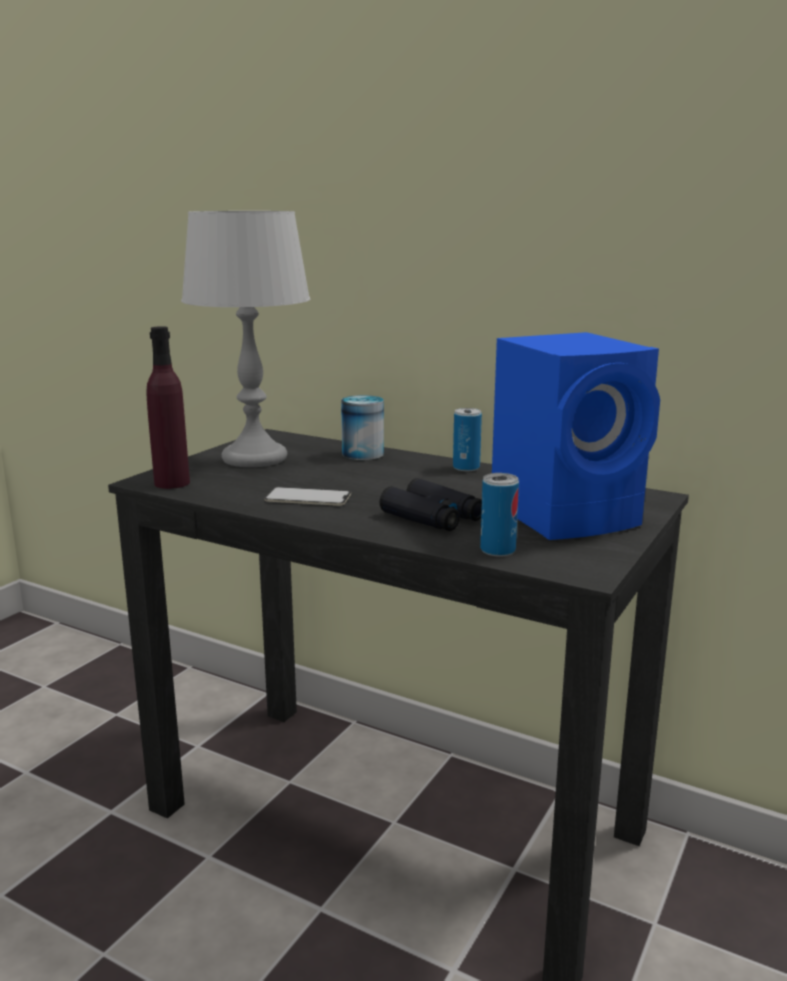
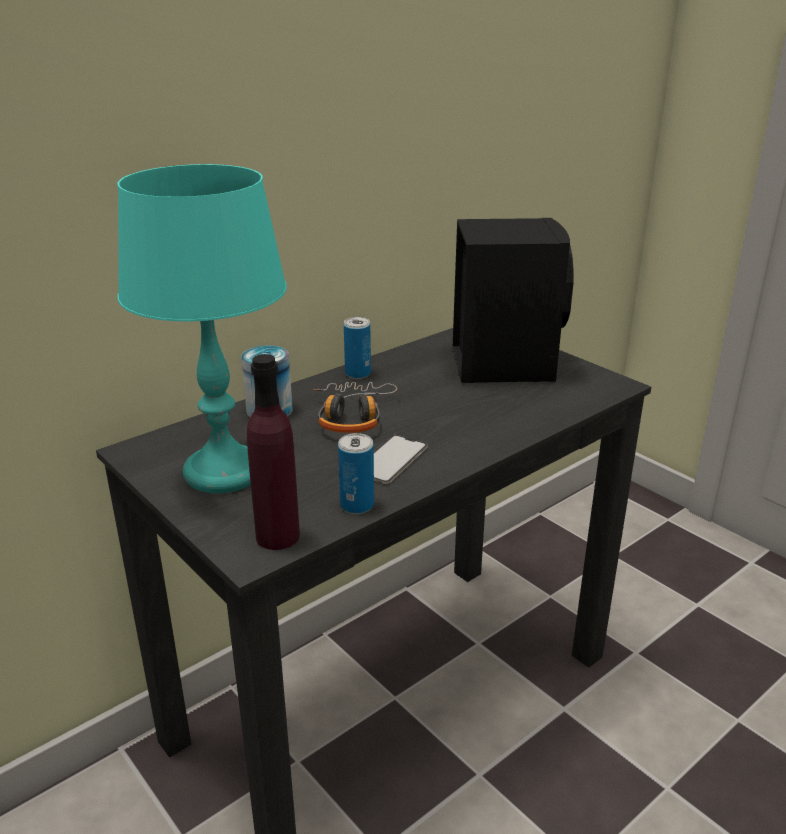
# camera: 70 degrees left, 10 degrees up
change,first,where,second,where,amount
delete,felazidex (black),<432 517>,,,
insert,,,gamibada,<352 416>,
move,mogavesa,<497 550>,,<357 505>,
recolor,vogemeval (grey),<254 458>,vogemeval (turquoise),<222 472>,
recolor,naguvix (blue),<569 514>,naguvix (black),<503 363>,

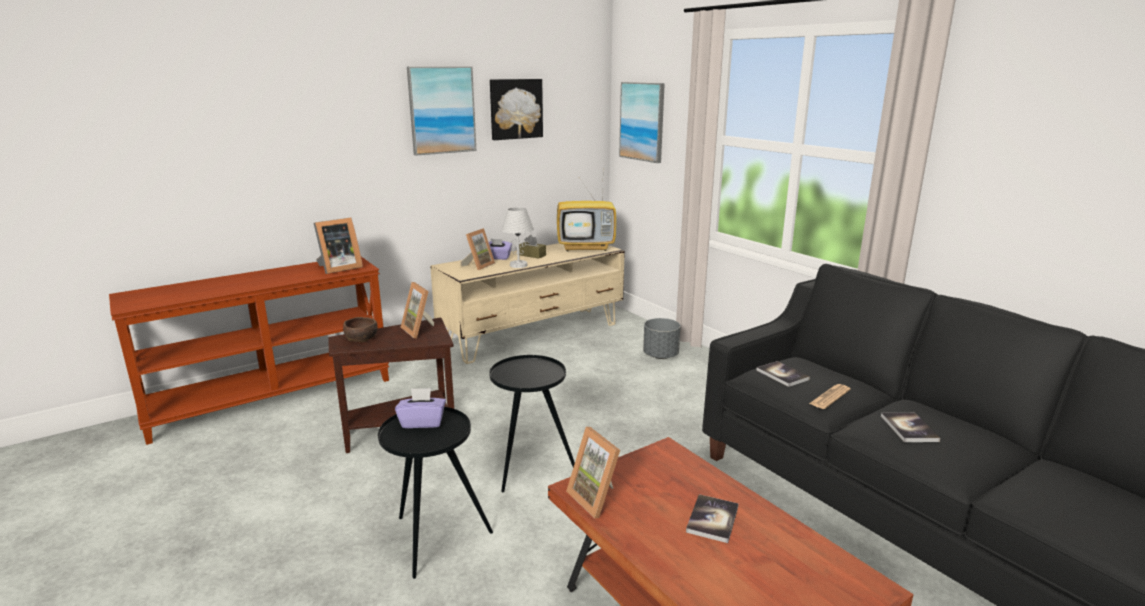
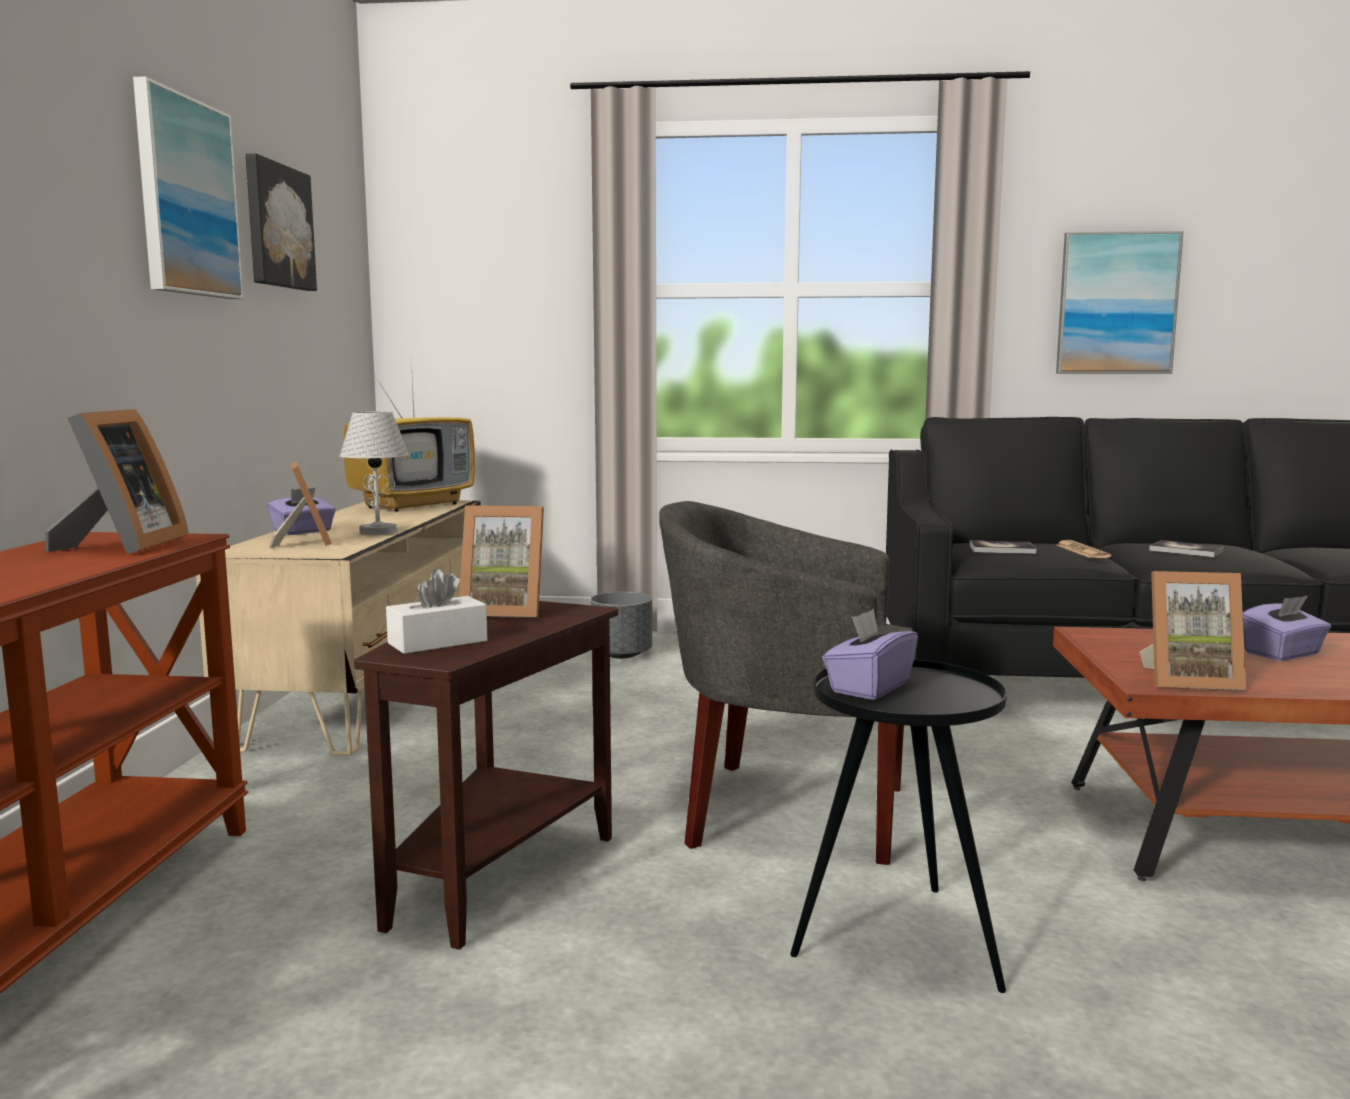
# camera: 50 degrees left, 10 degrees down
change,first,where,second,where,amount
delete,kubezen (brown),<532 255>,,,
move,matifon,<642 121>,,<1116 304>,
replace,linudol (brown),<362 338>,kubezen (white),<437 642>,
replace,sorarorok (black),<530 467>,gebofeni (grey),<786 811>,
replace,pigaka,<712 519>,kubezen (purple),<1282 654>,

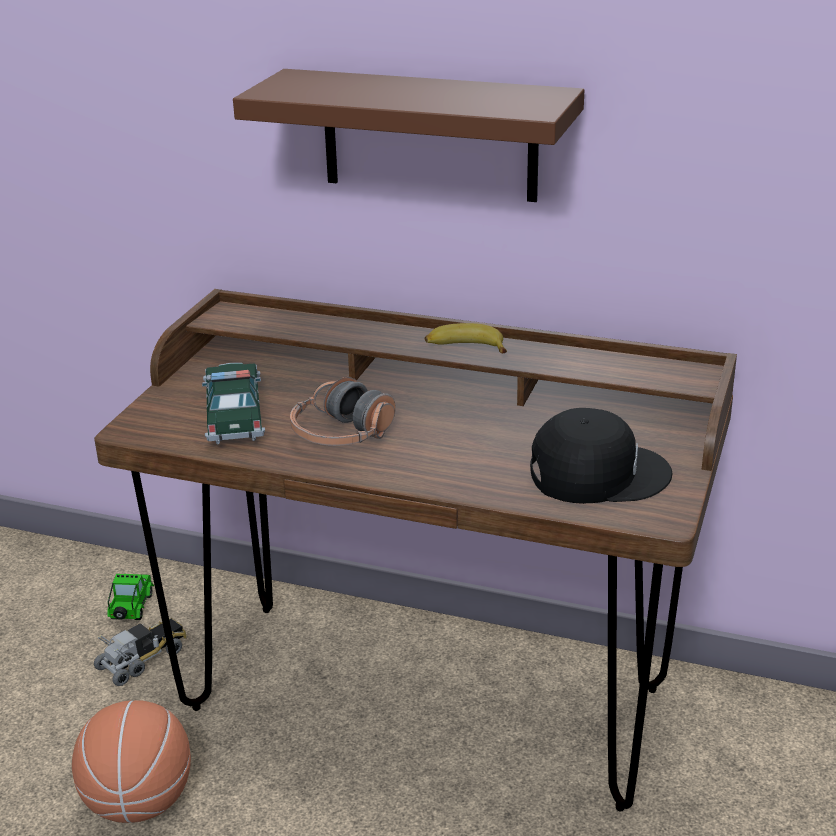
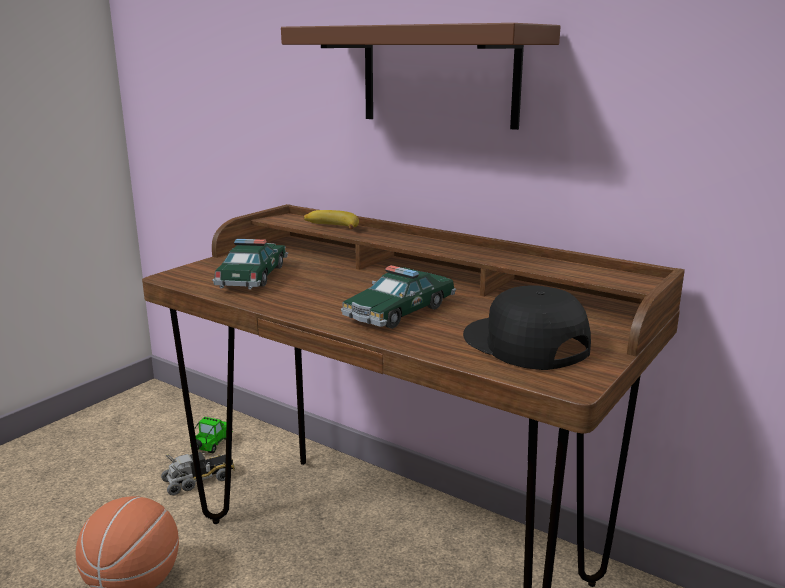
# camera: 15 degrees right, 10 degrees down
change,first,where,second,where,amount
delete,gamibada,<342 435>,,,
insert,,,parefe,<400 312>,
move,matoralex,<465 347>,,<331 226>,
rotate,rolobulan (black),<597 473>,,<523 344>,135 degrees counterclockwise

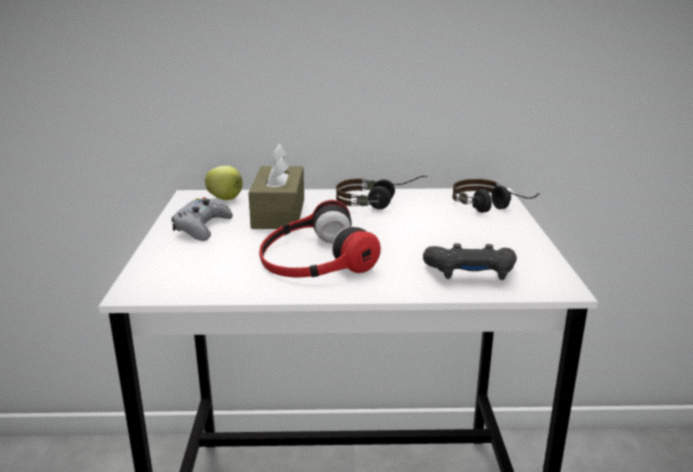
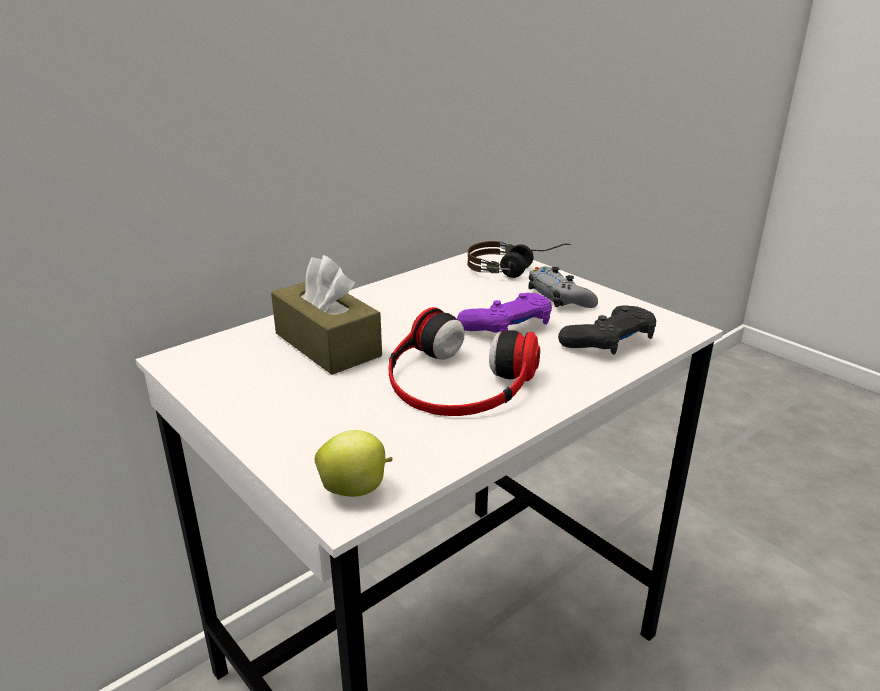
# camera: 40 degrees left, 5 degrees up
change,first,where,second,where,amount
delete,gamibada,<380 203>,,,
insert,,,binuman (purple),<507 327>,
move,binuman (grey),<202 227>,,<559 297>,
move,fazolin,<226 199>,,<355 490>,

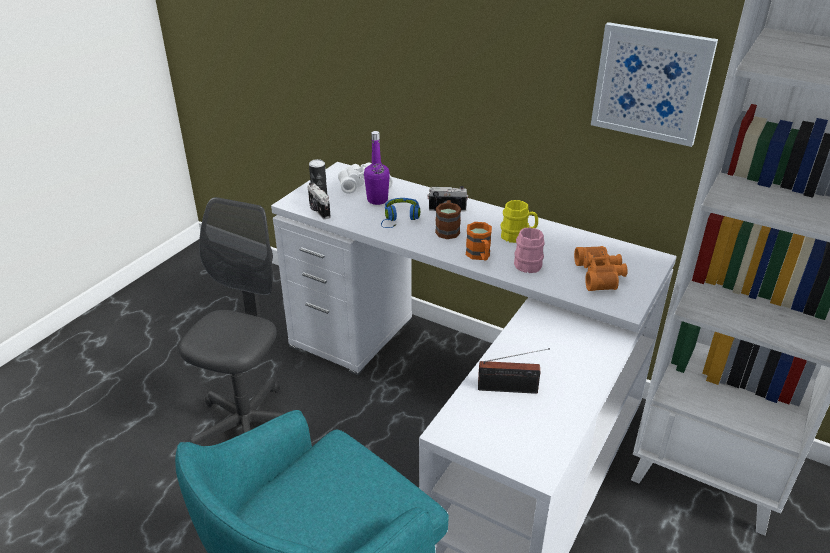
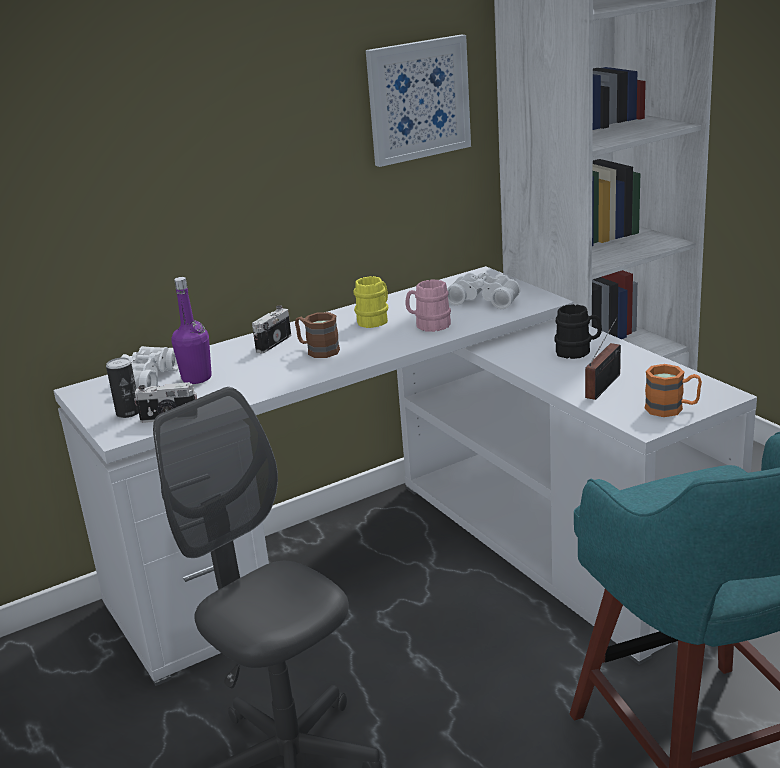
# camera: 60 degrees left, 10 degrees down
change,first,where,second,where,amount
delete,gamibada (blue),<400 218>,,,
insert,,,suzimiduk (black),<578 351>,
move,suzimiduk (orange),<479 256>,,<672 409>,
recolor,felazidex (orange),<601 275>,felazidex (white),<485 299>,

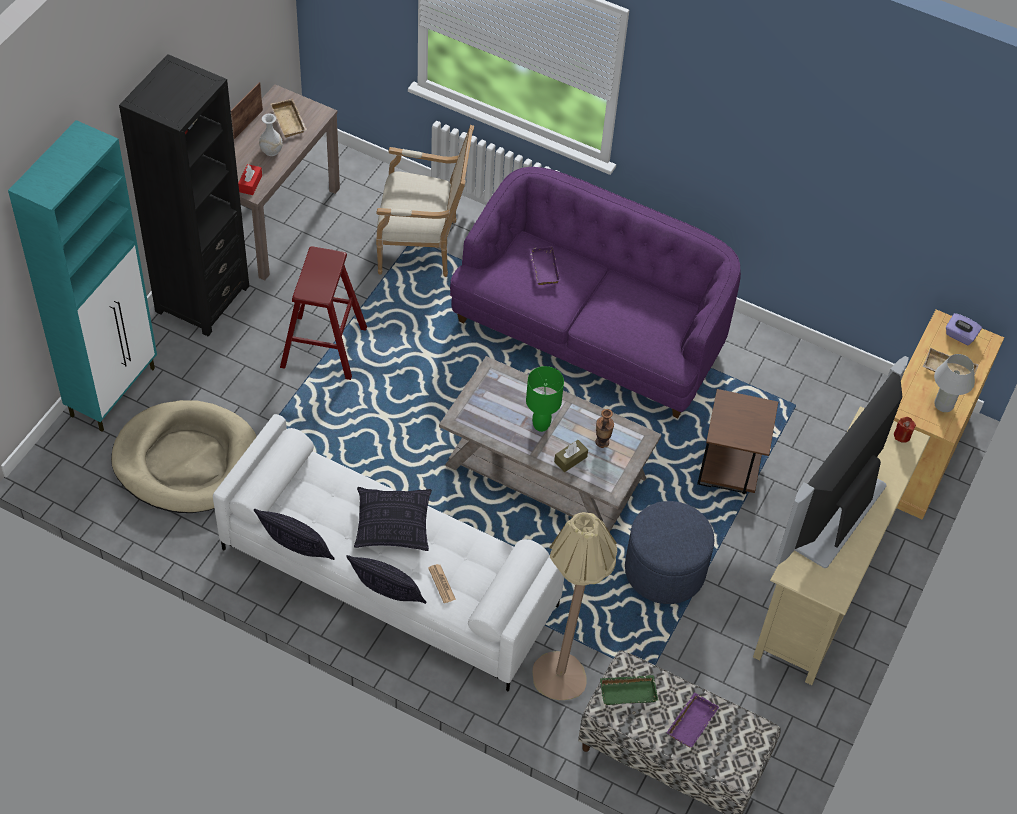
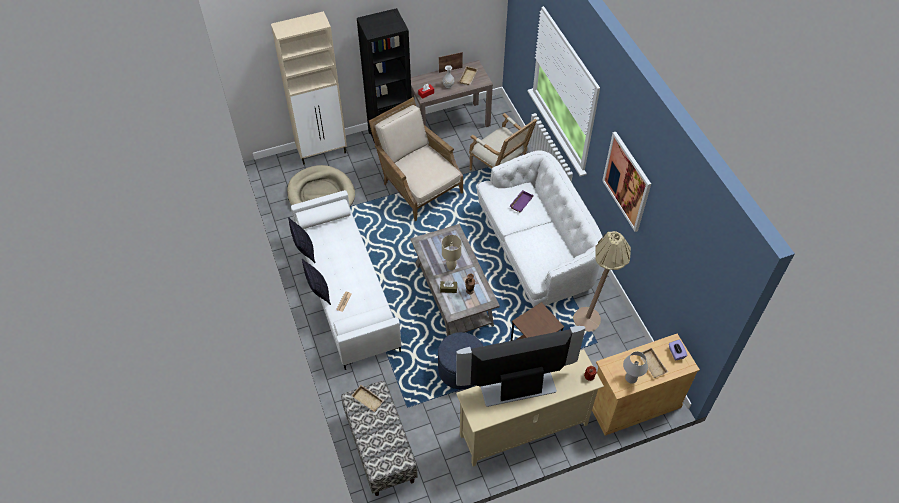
# camera: 45 degrees right, 0 degrees up
change,first,where,second,where,amount
delete,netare,<392 525>,,,
delete,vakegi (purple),<691 721>,,,
insert,,,matifon,<627 181>,
move,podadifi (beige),<566 666>,,<593 317>,
replace,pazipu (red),<324 347>,gebofeni (beige),<417 185>,
recolor,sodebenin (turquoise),<114 391>,sodebenin (beige),<323 152>,
recolor,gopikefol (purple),<591 331>,gopikefol (white),<536 249>,
recolor,vogemeval (green),<541 425>,vogemeval (beige),<451 267>,
recolor,vakegi (green),<628 691>,vakegi (beige),<368 399>,

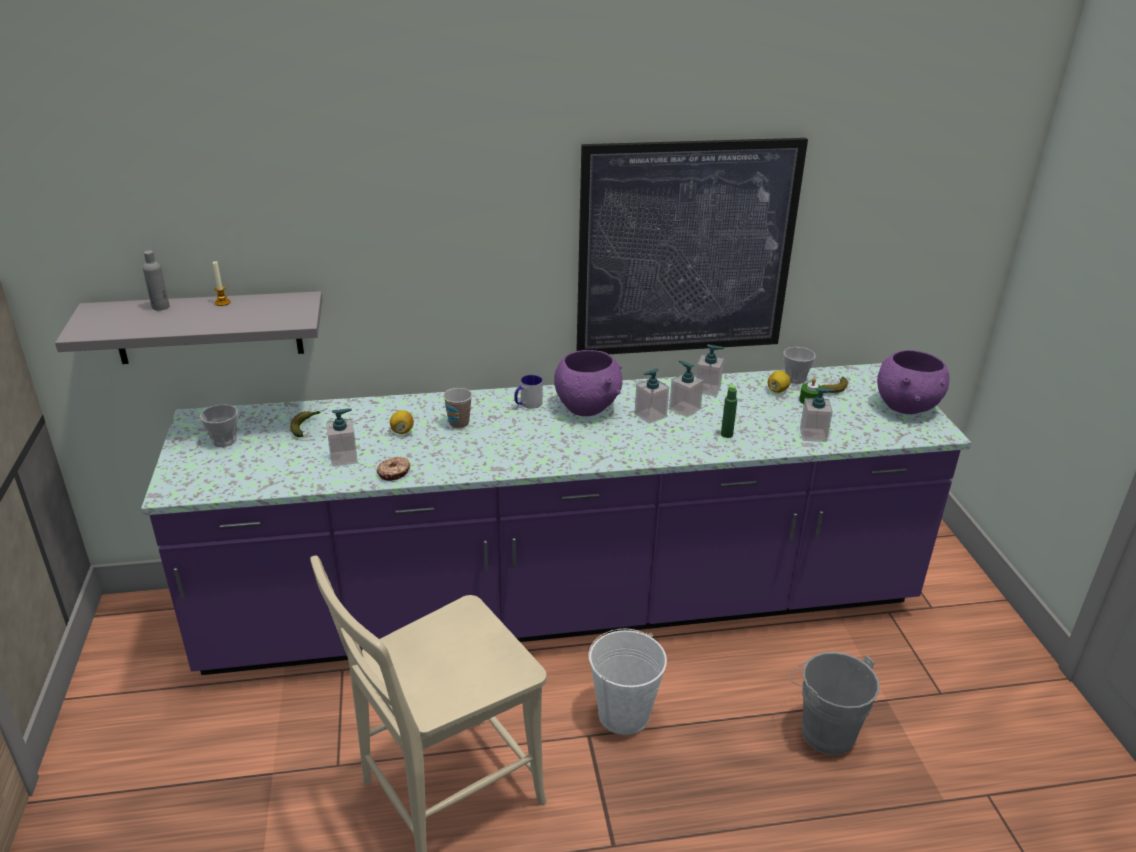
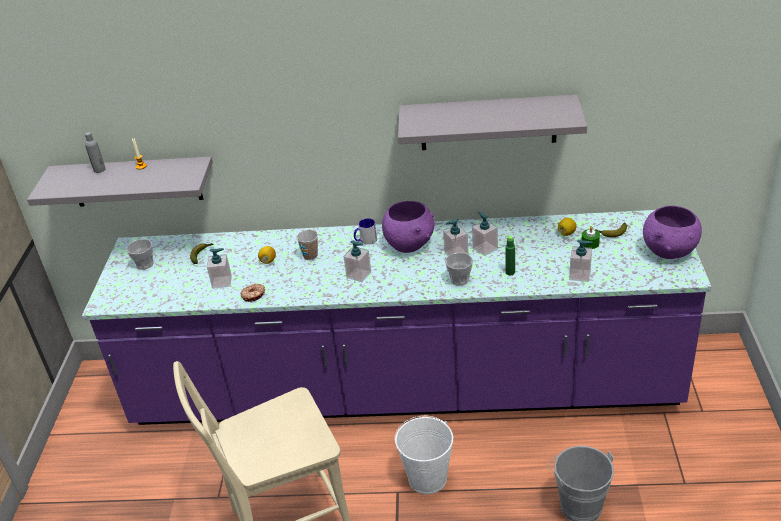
# camera: 15 degrees right, 5 degrees up
change,first,where,second,where,amount
move,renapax,<707 389>,,<359 275>,
move,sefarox,<795 378>,,<459 280>,
replace,matifon,<686 250>,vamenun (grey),<488 123>,

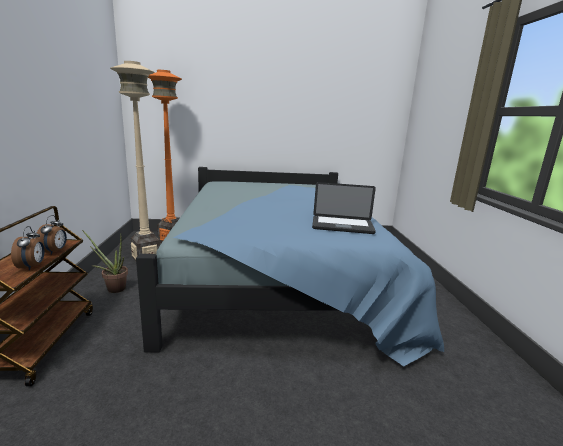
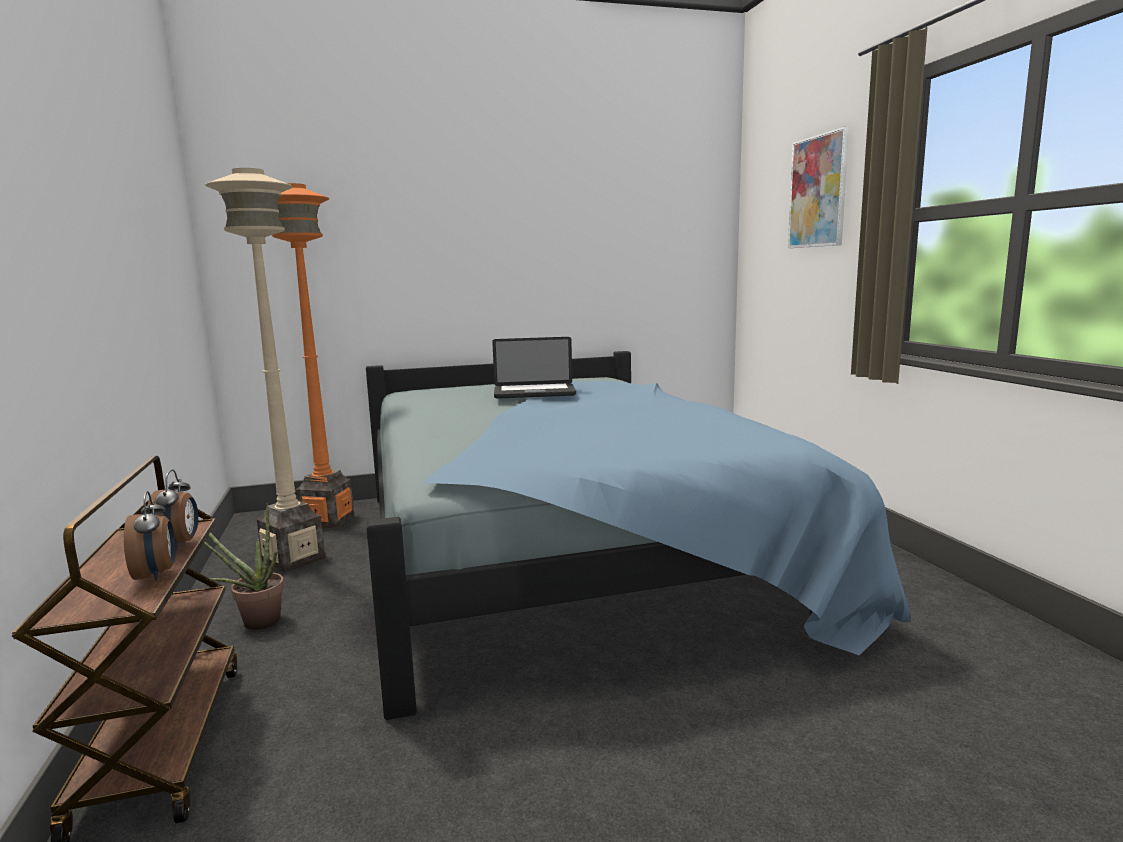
# camera: 10 degrees left, 5 degrees down
change,first,where,second,where,amount
insert,,,matifon,<818 191>,
move,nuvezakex,<342 226>,,<534 393>,

